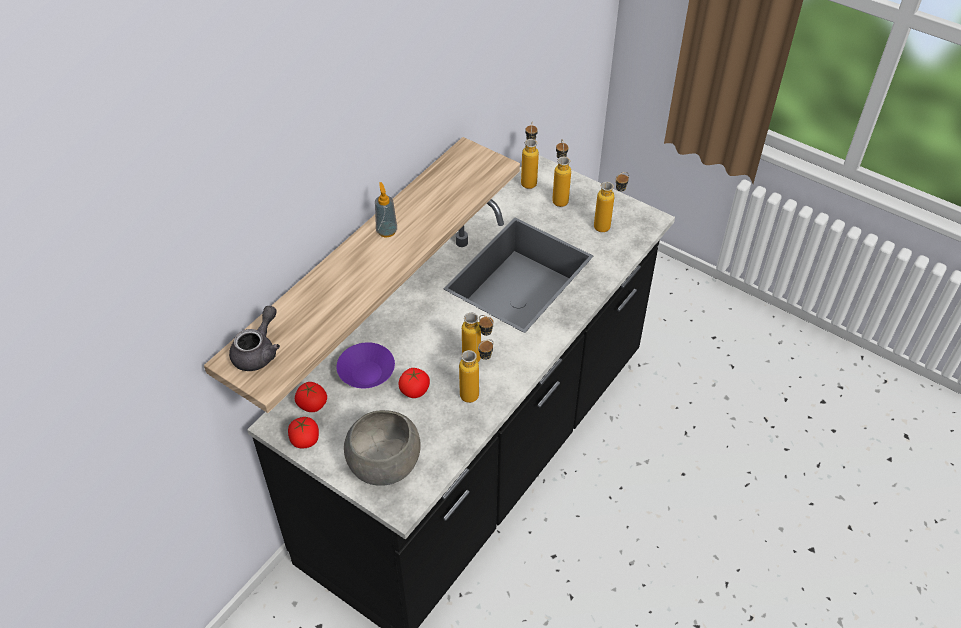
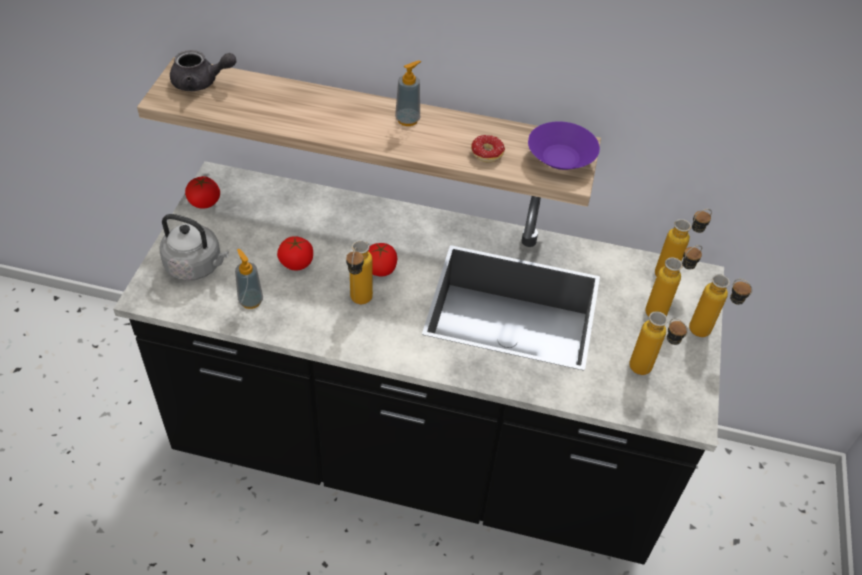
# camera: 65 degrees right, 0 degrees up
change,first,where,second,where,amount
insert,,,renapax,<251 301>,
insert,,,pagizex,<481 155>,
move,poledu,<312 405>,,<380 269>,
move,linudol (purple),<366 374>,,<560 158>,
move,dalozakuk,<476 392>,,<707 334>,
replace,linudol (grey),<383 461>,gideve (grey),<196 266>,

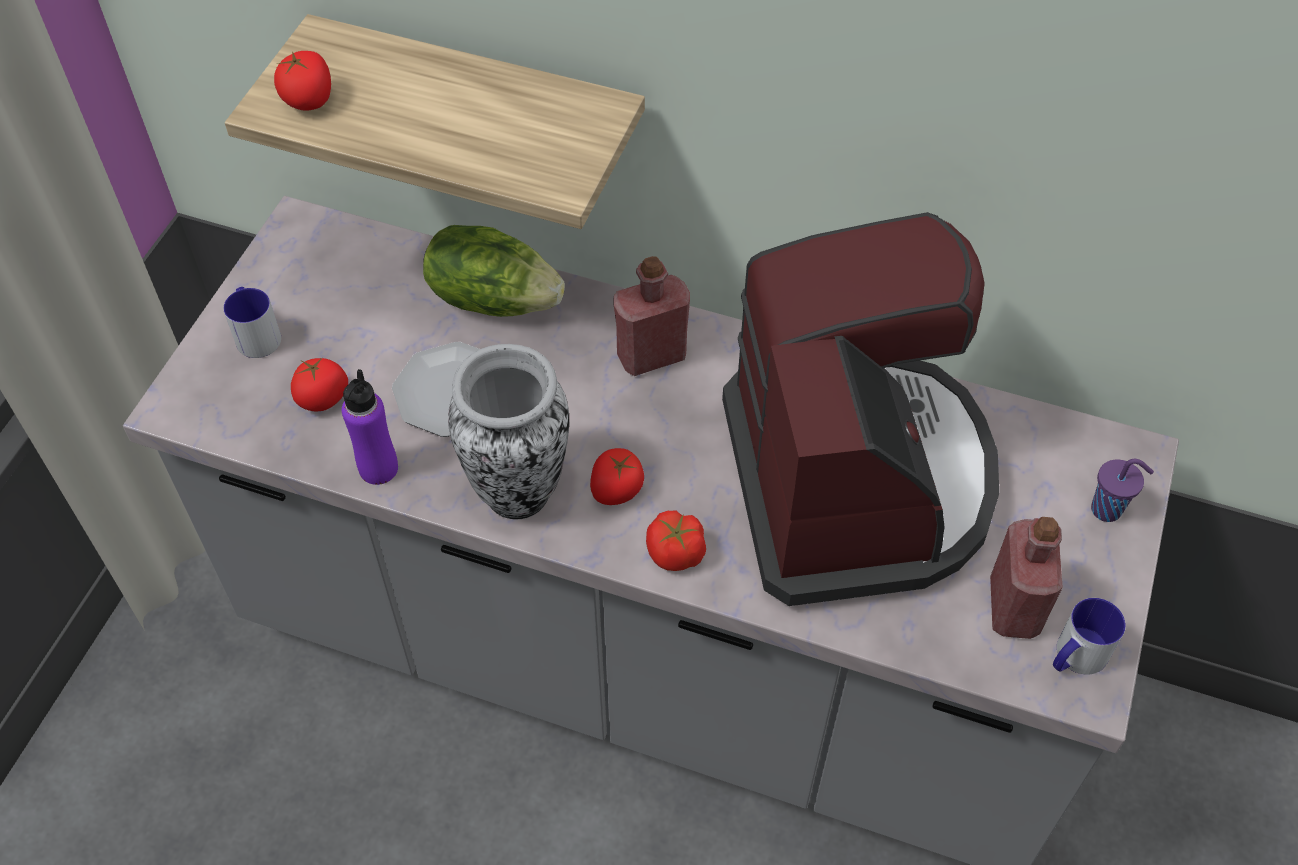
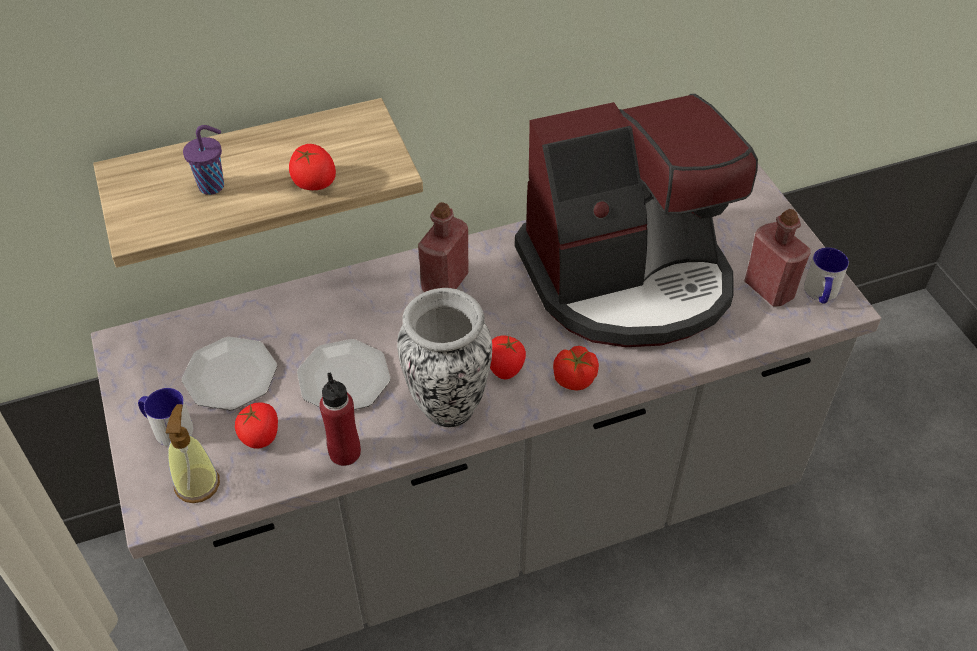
# camera: 40 degrees left, 5 degrees down
change,first,where,second,where,amount
delete,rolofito,<493 298>,,,
insert,,,renapax,<197 484>,
insert,,,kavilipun,<230 375>,
move,poledu,<309 100>,,<314 183>,
move,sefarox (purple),<1108 510>,,<213 186>,
recolor,dalozakuk (purple),<378 468>,dalozakuk (red),<345 452>,
rotate,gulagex,<856 481>,,<628 278>,120 degrees clockwise

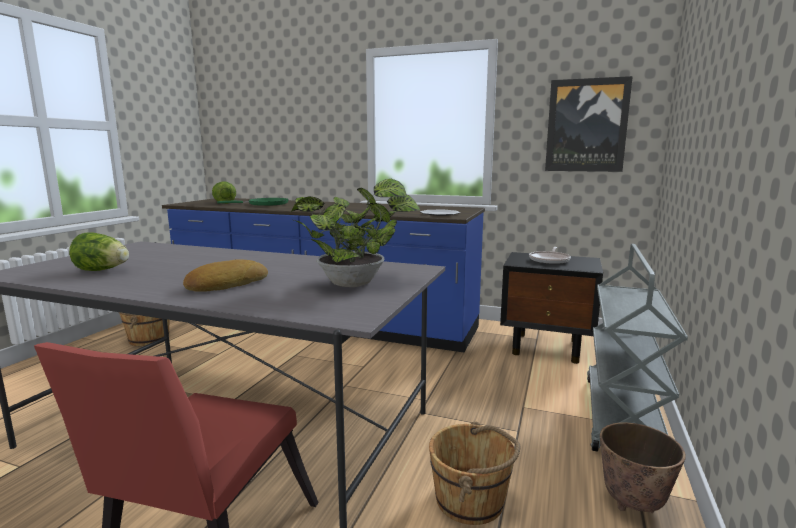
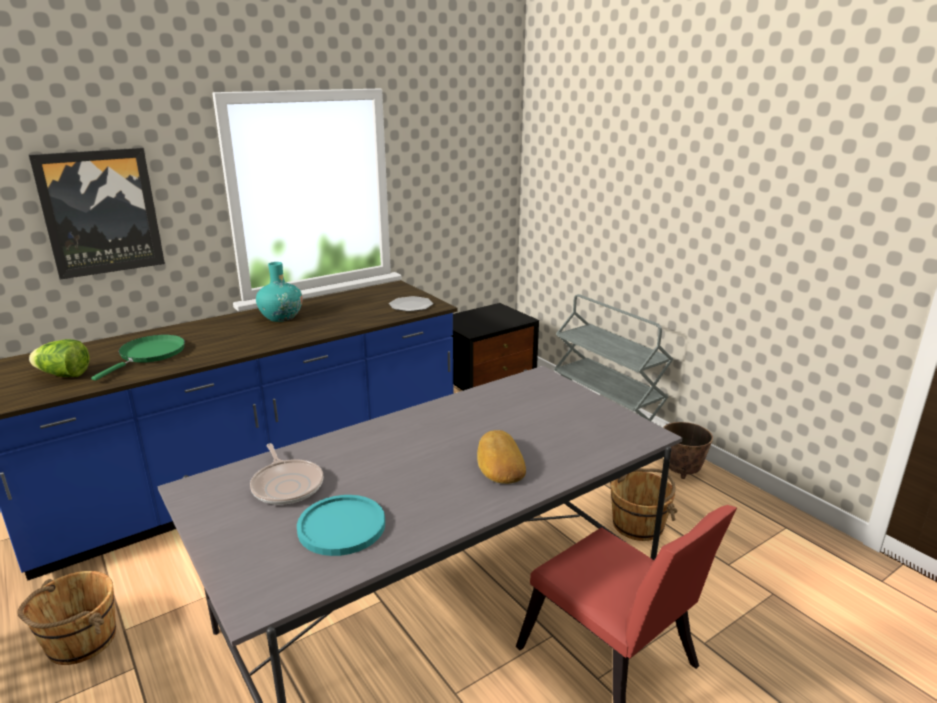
# camera: 55 degrees left, 10 degrees up
change,first,where,second,where,amount
delete,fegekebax,<356 283>,,,
insert,,,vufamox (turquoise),<281 317>,
move,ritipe,<550 260>,,<287 485>,
move,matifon,<586 125>,,<101 212>,
replace,rolofito,<103 270>,kavilipun (turquoise),<341 526>,

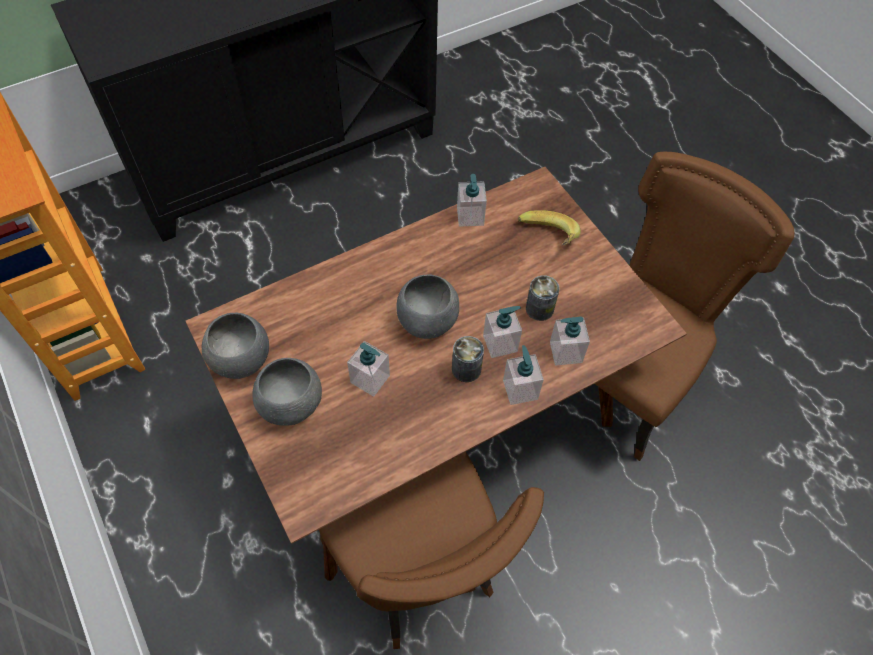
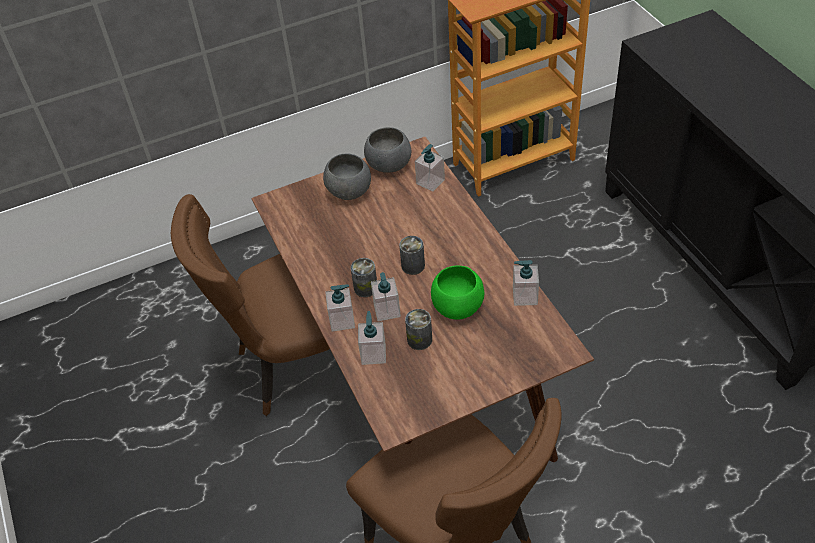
# camera: 100 degrees right, 10 degrees down
change,first,where,second,where,amount
delete,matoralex,<547 239>,,,
insert,,,linudol (green),<458 307>,
move,renapax,<370 379>,,<430 182>,
replace,linudol (grey),<428 321>,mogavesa,<413 265>,

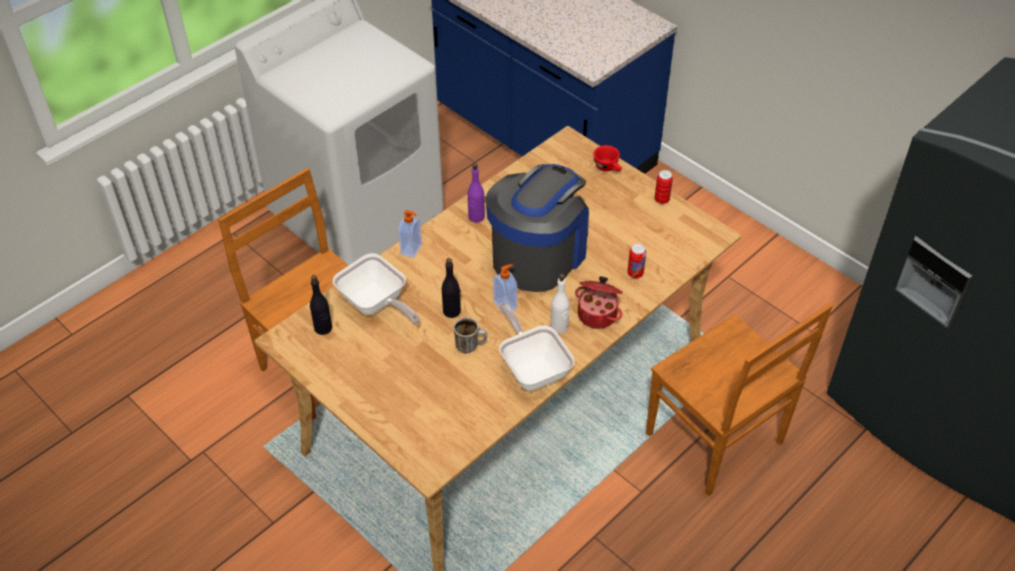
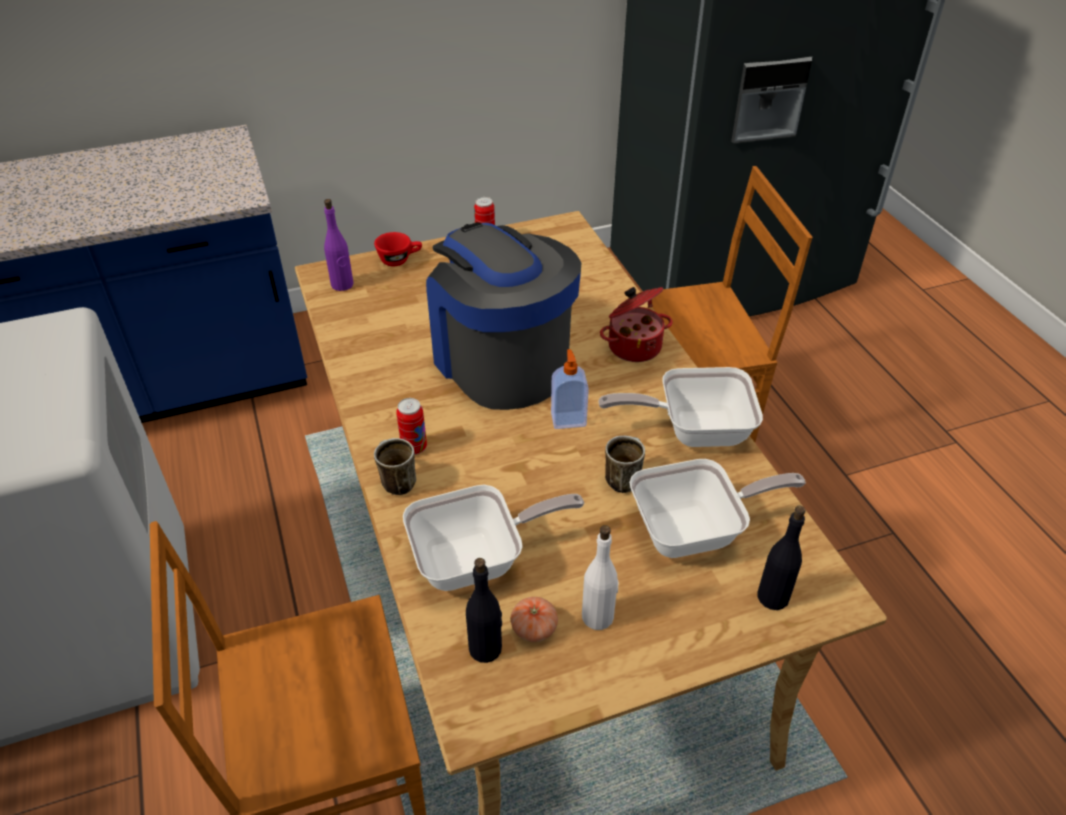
# camera: 65 degrees left, 5 degrees down
change,first,where,second,where,amount
insert,,,poledu,<534 628>,
insert,,,ritipe,<695 531>,
move,dalozakuk (black),<452 311>,,<773 596>,
move,dalozakuk (purple),<476 217>,,<342 285>,
move,dalozakuk (white),<559 327>,,<598 616>,
move,mogavesa,<635 273>,,<414 448>,
replace,renapax,<412 250>,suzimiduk,<395 482>,

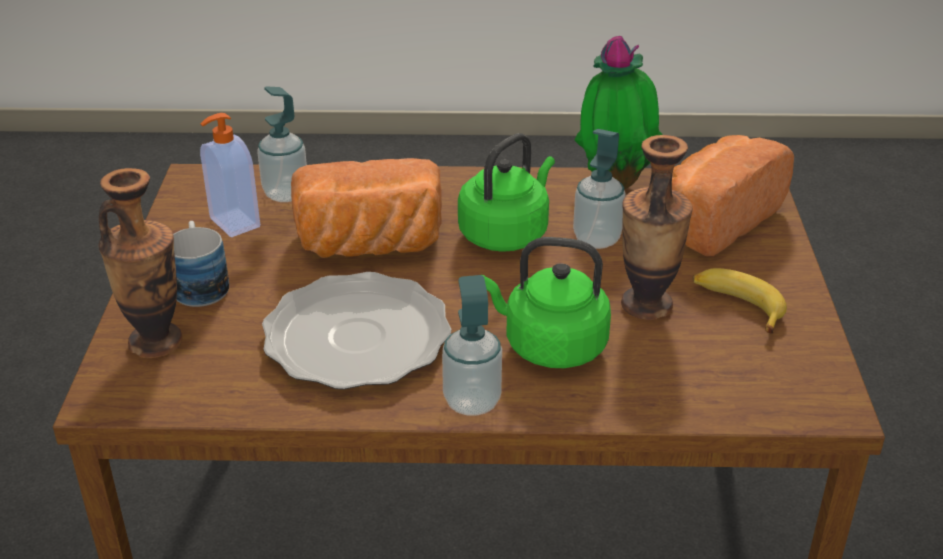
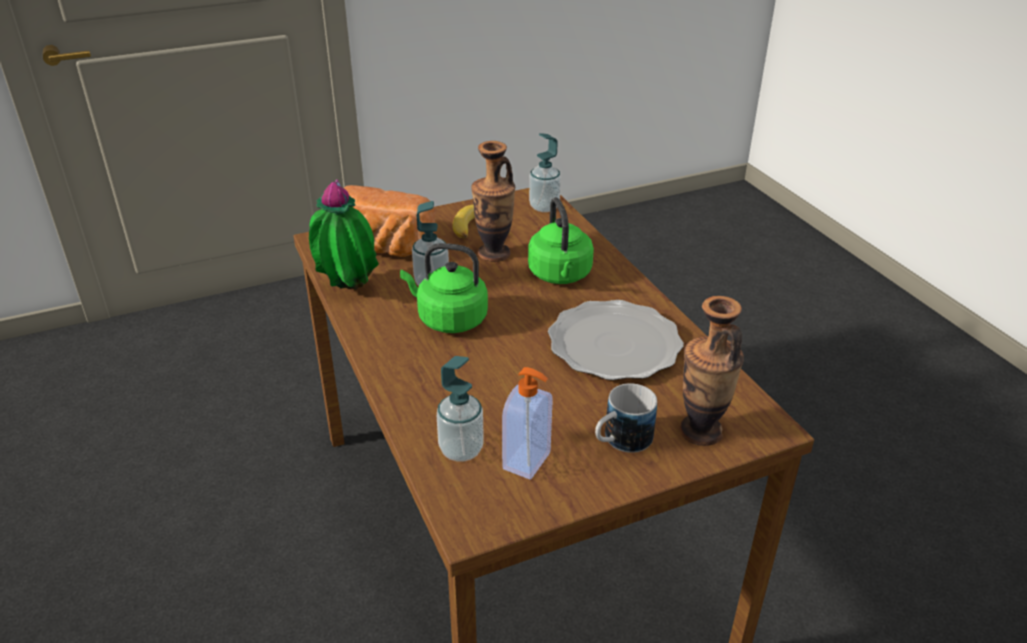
# camera: 115 degrees left, 0 degrees up
change,first,where,second,where,amount
delete,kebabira,<370 246>,,,
move,renapax,<472 402>,,<544 207>,

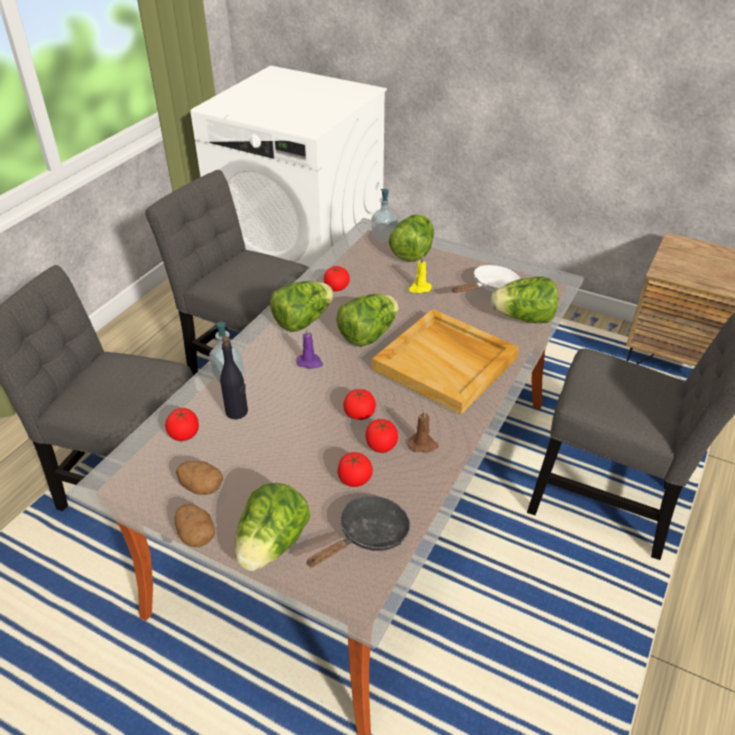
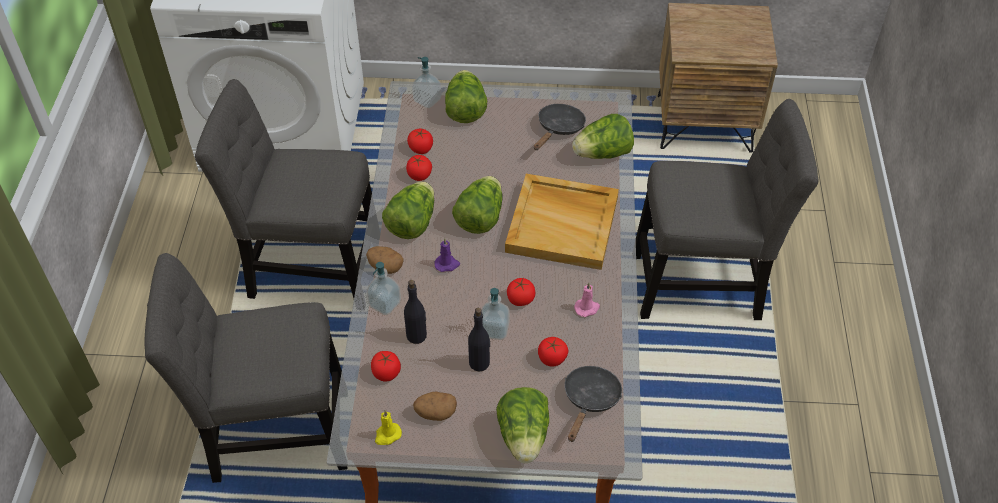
# camera: 25 degrees left, 10 degrees up
change,first,where,second,where,amount
insert,,,dalozakuk (black),<479 363>,
insert,,,renapax,<494 330>,
move,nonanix,<196 535>,,<385 267>,
move,poledu,<381 445>,,<421 149>,
move,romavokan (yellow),<419 288>,,<387 435>,
recolor,romavokan (brown),<423 445>,romavokan (pink),<587 308>,
recolor,ritipe (white),<492 287>,ritipe (black),<558 128>,

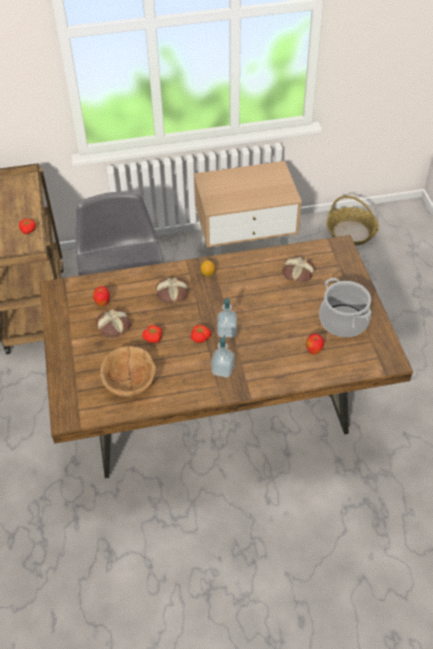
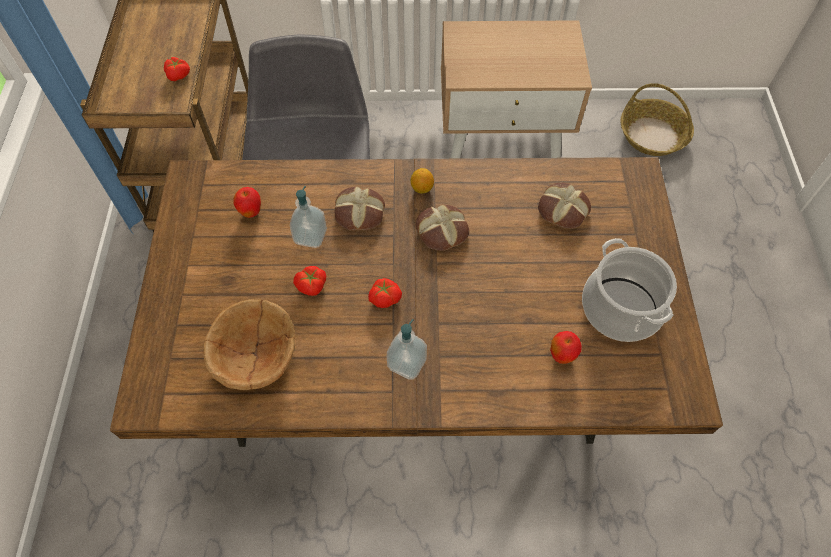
# camera: 10 degrees right, 10 degrees up
change,first,where,second,where,amount
move,kebabira,<114 326>,,<442 232>,
move,renapax,<227 331>,,<310 236>,

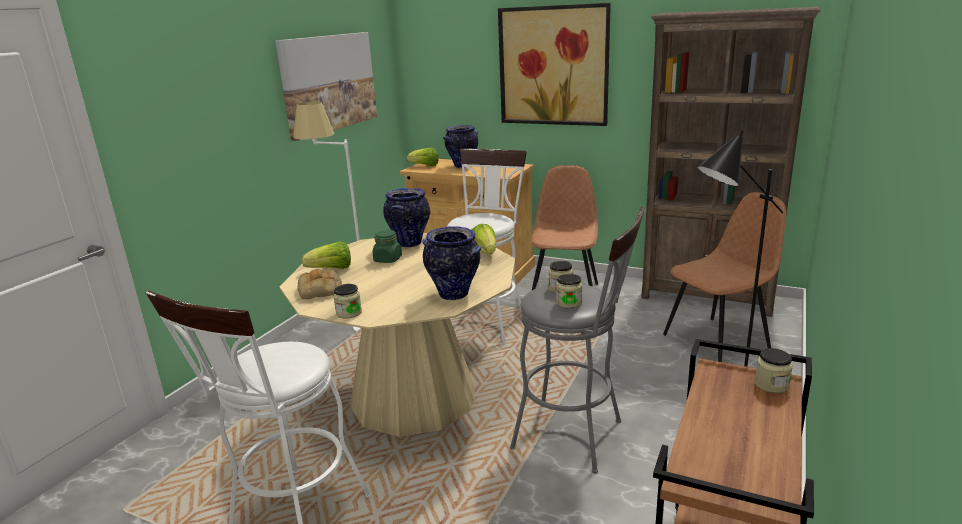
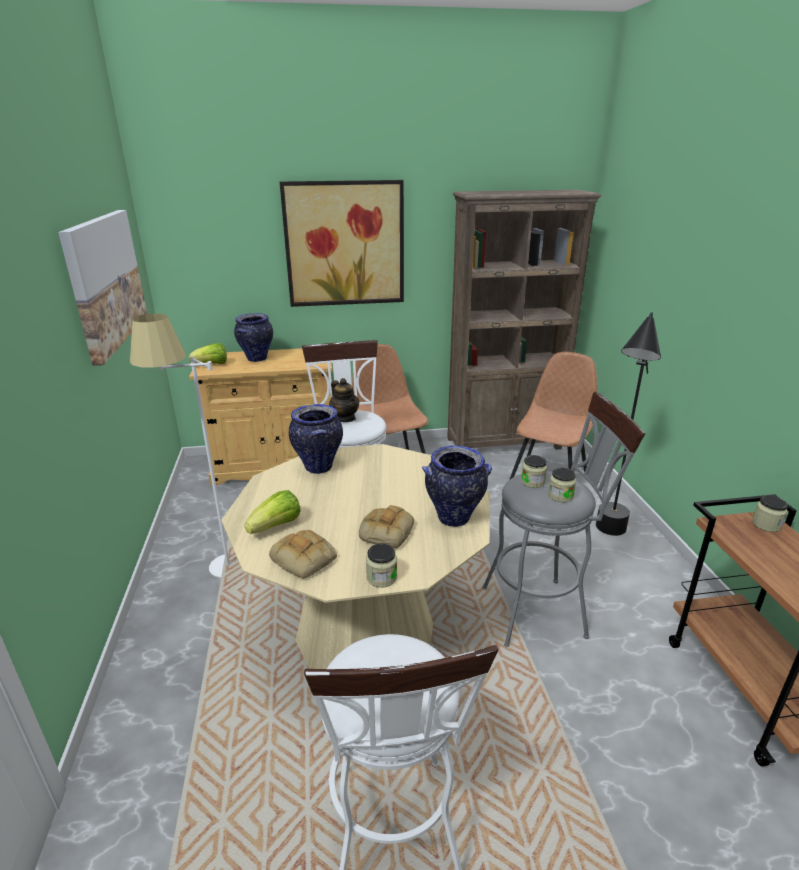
# camera: 35 degrees left, 5 degrees up
change,first,where,second,where,amount
delete,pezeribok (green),<388 259>,,,
delete,rolofito,<485 252>,,,
insert,,,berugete,<345 418>,
insert,,,kebabira,<386 531>,

